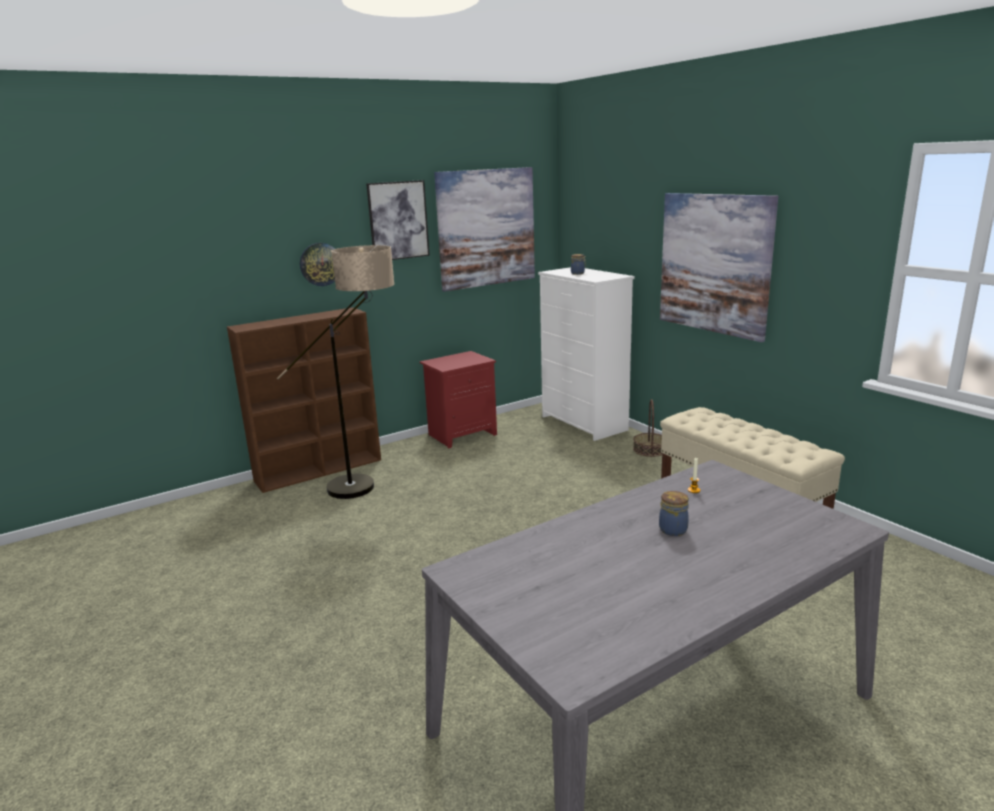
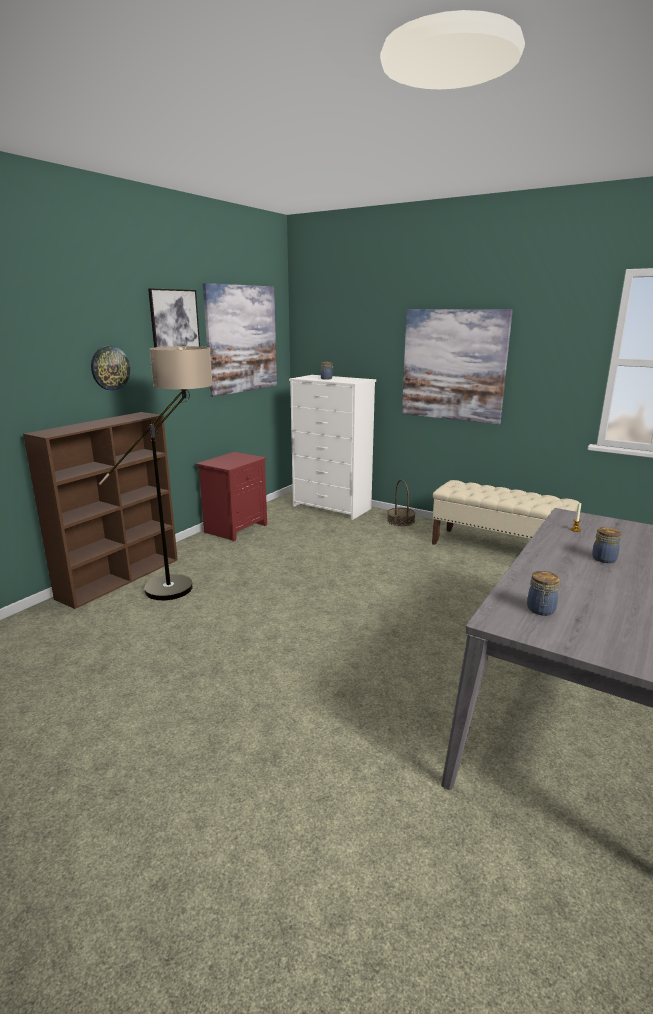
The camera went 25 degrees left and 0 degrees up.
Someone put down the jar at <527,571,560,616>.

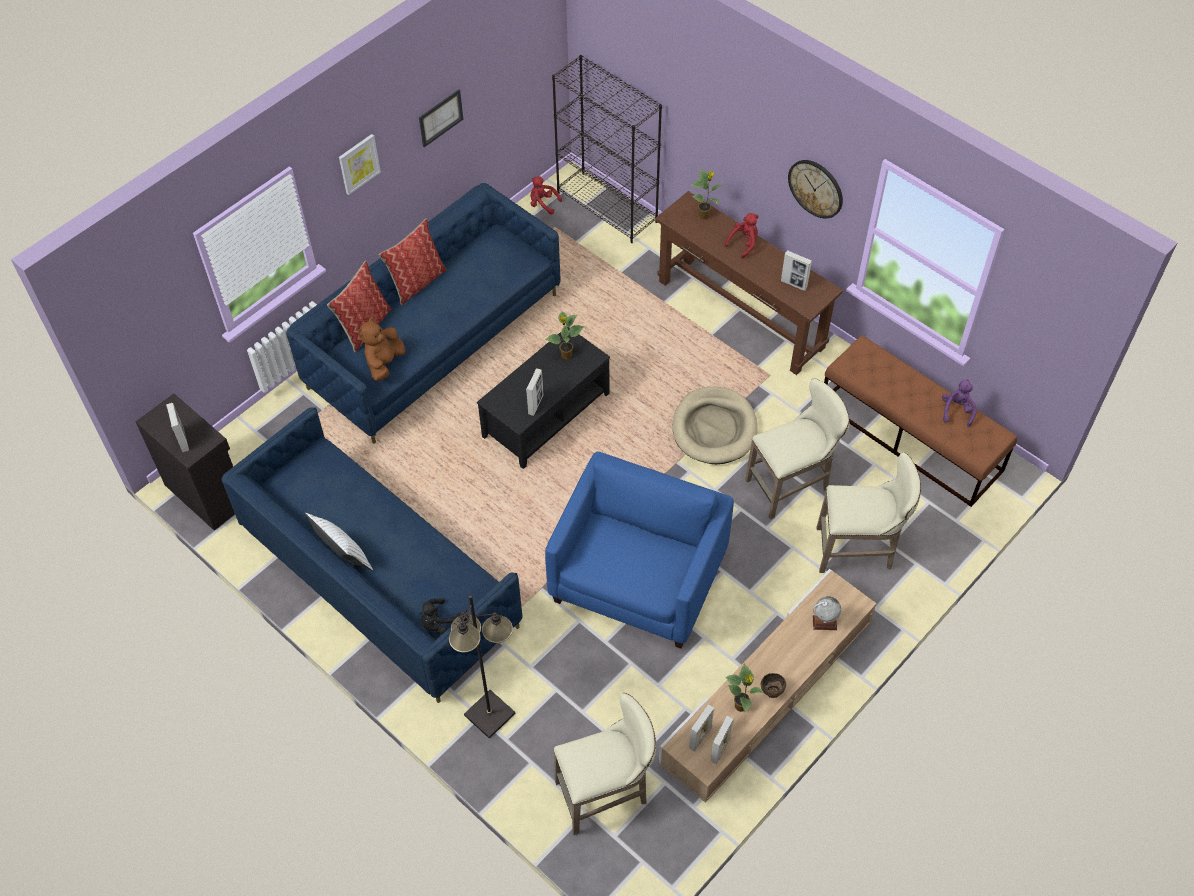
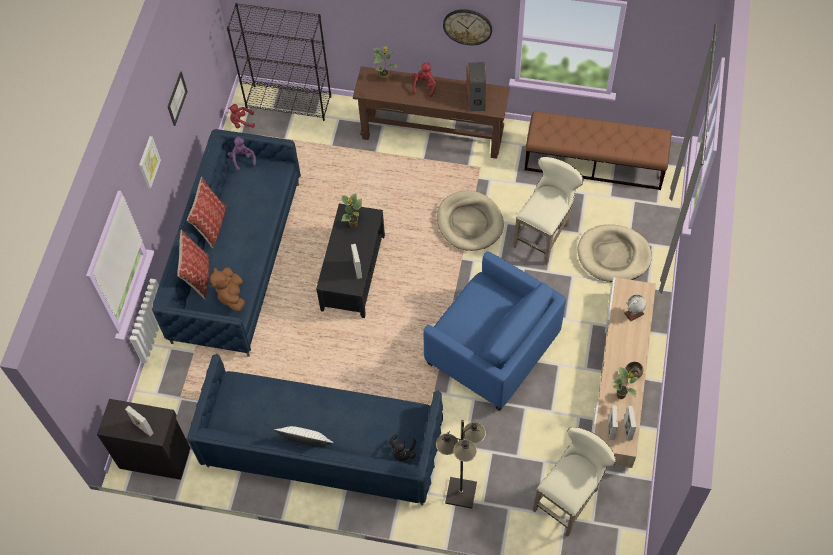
The camera went 30 degrees left and 5 degrees up.
Someone swapped the picture frame at <781,250,812,291> for the speaker at <466,62,486,112>.
Someone carried the purple plush toy from <942,379,977,427> to <228,136,256,171>.
Someone rotated the blue armchair at <545,452,734,649> by 135 degrees clockwise.
Someone swapped the beige stool at <817,452,921,573> for the beige dog bed at <578,224,652,282>.

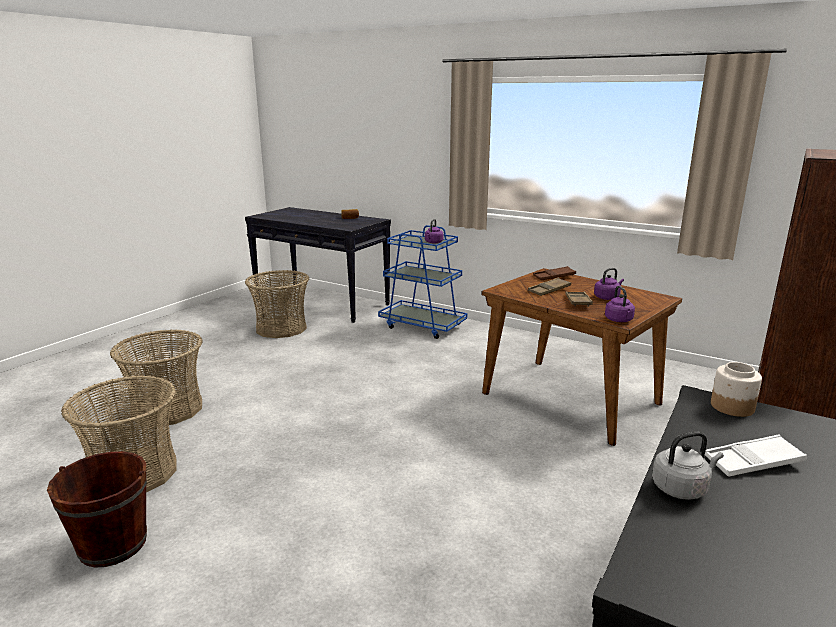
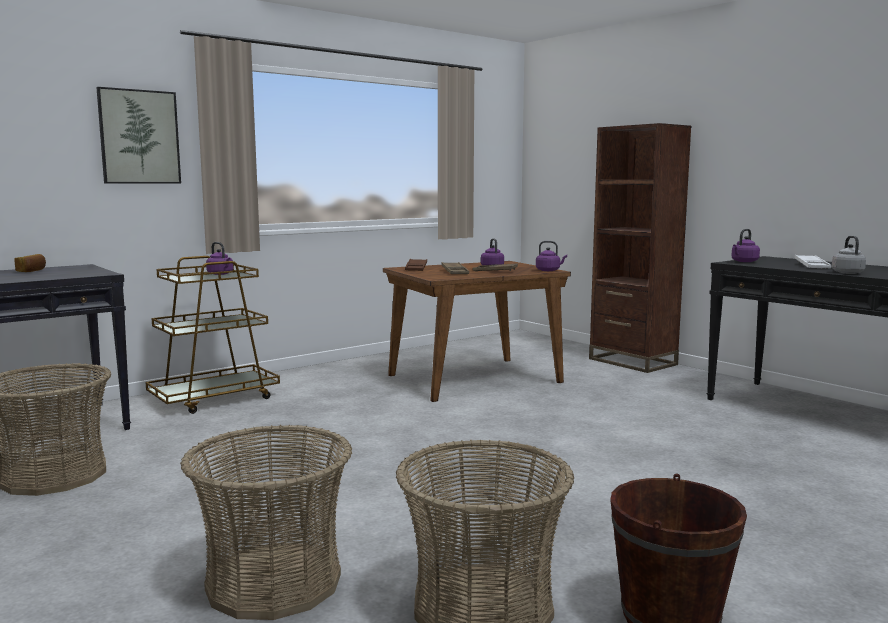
The camera went 70 degrees left and 10 degrees down.
Someone repainted the blue cart at <378,225,467,339>, which became the brown cart at <145,256,280,414>.
Someone swapped the jar at <711,362,762,417> for the purple kettle at <731,229,760,262>.
Someone put up the picture at <96,87,181,184>.

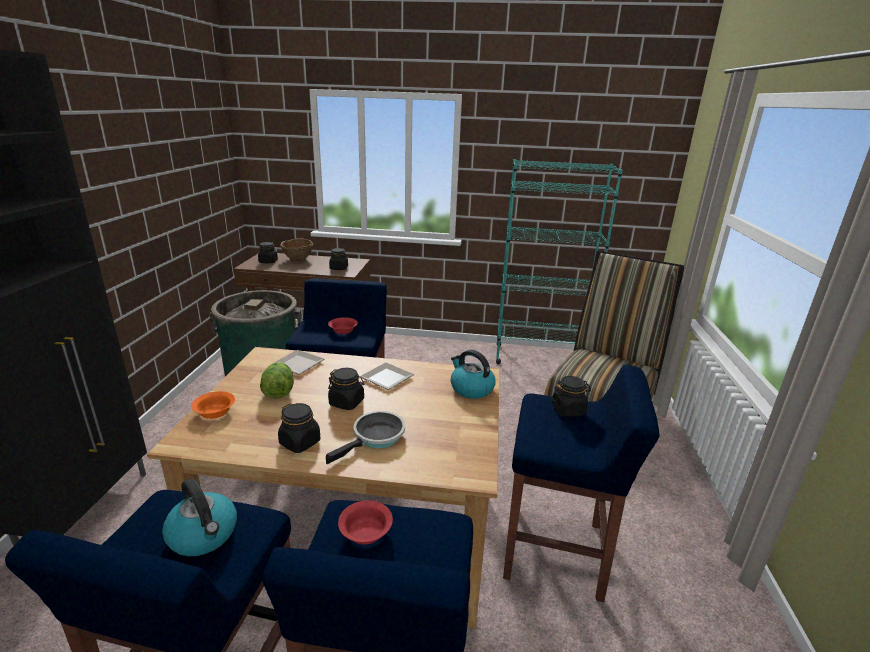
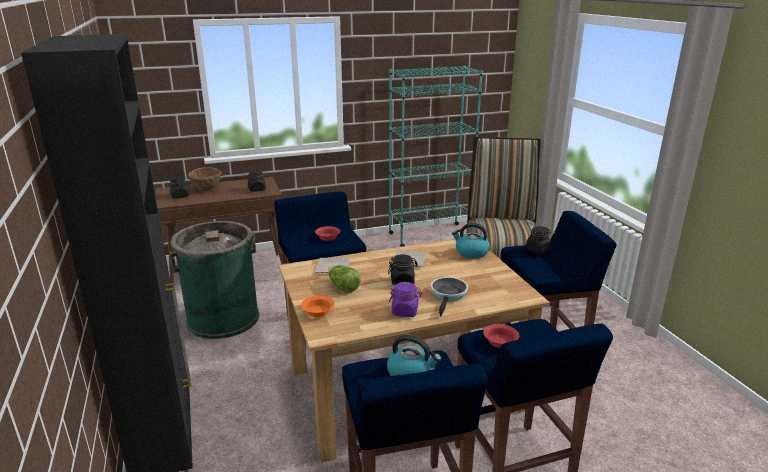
The camera went 25 degrees left and 0 degrees up.
Someone repainted the black jar at <278,403,320,453>, which became the purple jar at <389,282,422,317>.

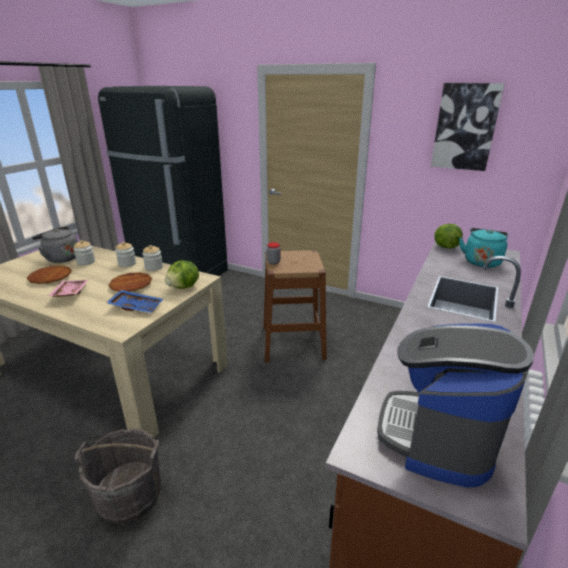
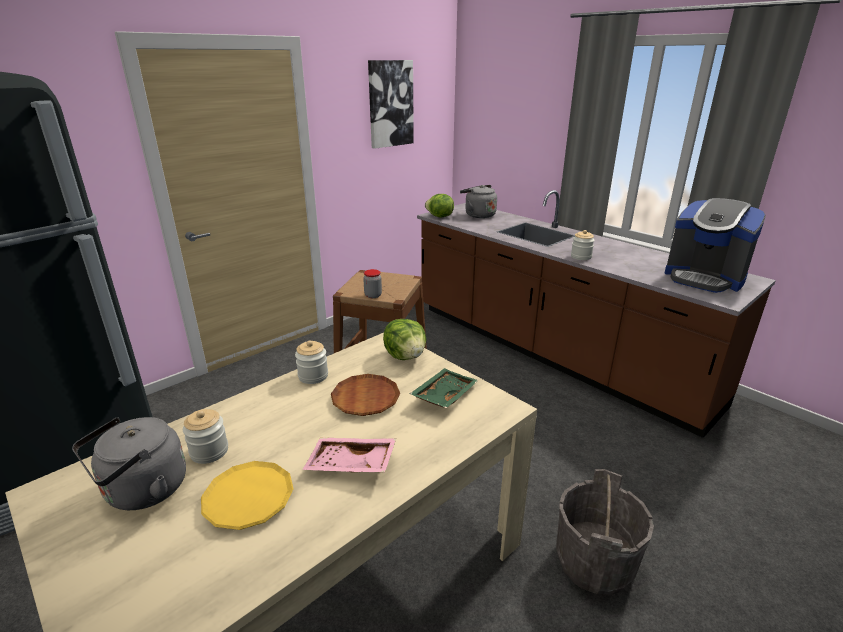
The camera went 70 degrees left and 0 degrees up.
Someone repainted the turquoise kettle at <459,228,508,268>, which became the grey kettle at <460,185,497,218>.
Someone carried the jar from <115,242,136,267> to <571,230,595,260>.
Someone repainted the brown plate at <27,265,72,284>, which became the yellow plate at <201,461,294,530>.
Someone repainted the blue tray at <106,290,163,313>, which became the green tray at <410,368,478,408>.

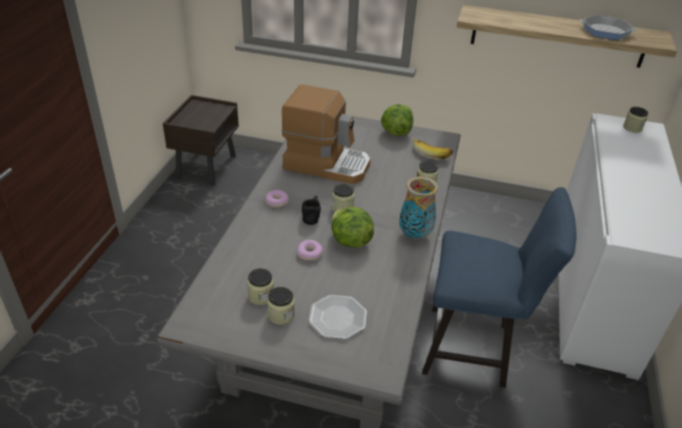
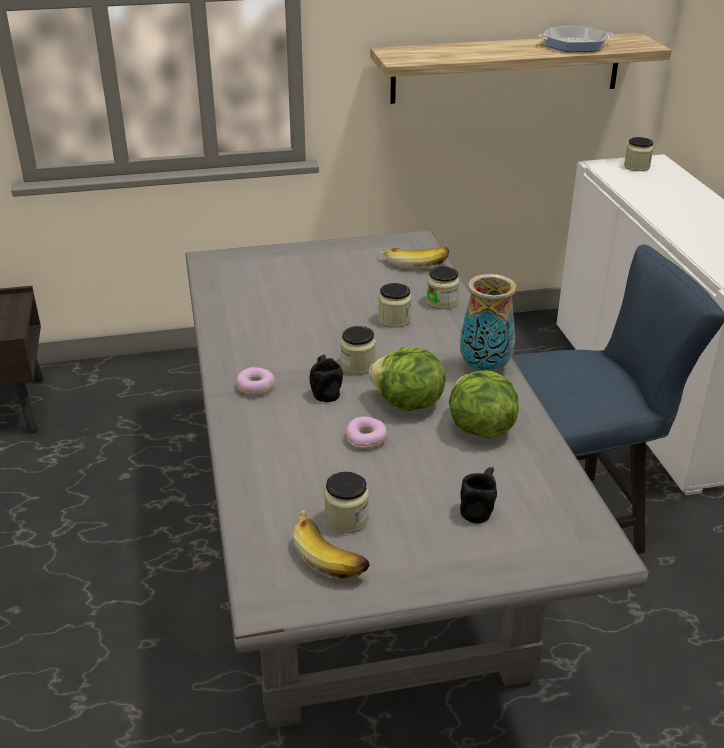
The camera went 25 degrees left and 5 degrees down.
Someone took away the coffee machine at <281,85,371,184>.
Someone carried the lettuce from <381,104,413,136> to <449,370,519,438>.
Someone carried the jar from <267,287,295,325> to <379,283,411,328>.
Someone swapped the plate at <308,295,367,339> for the black mug at <460,468,497,524>.
Someone put down the banana at <293,510,370,579>.

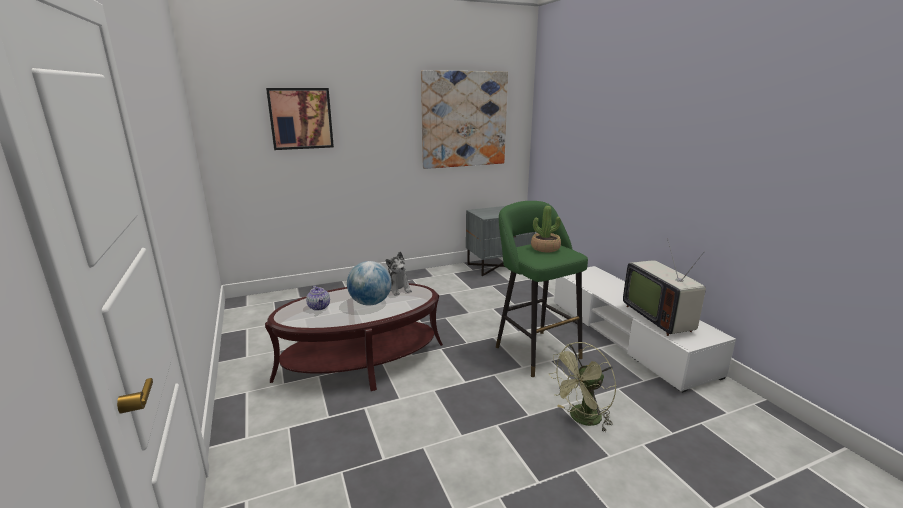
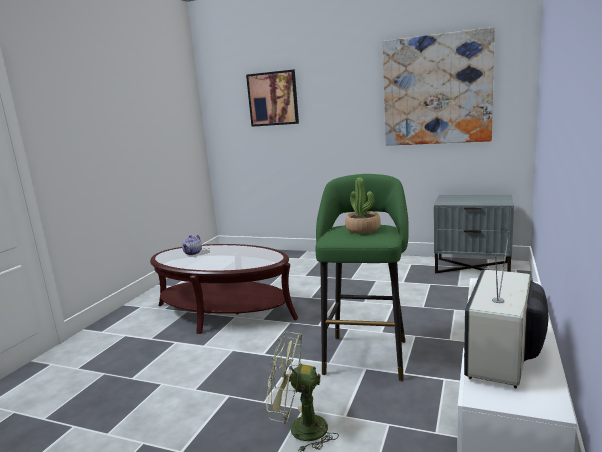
The camera went 45 degrees right and 5 degrees down.
Someone took away the plush toy at <385,252,412,296>.
Someone took away the globe at <347,261,392,306>.

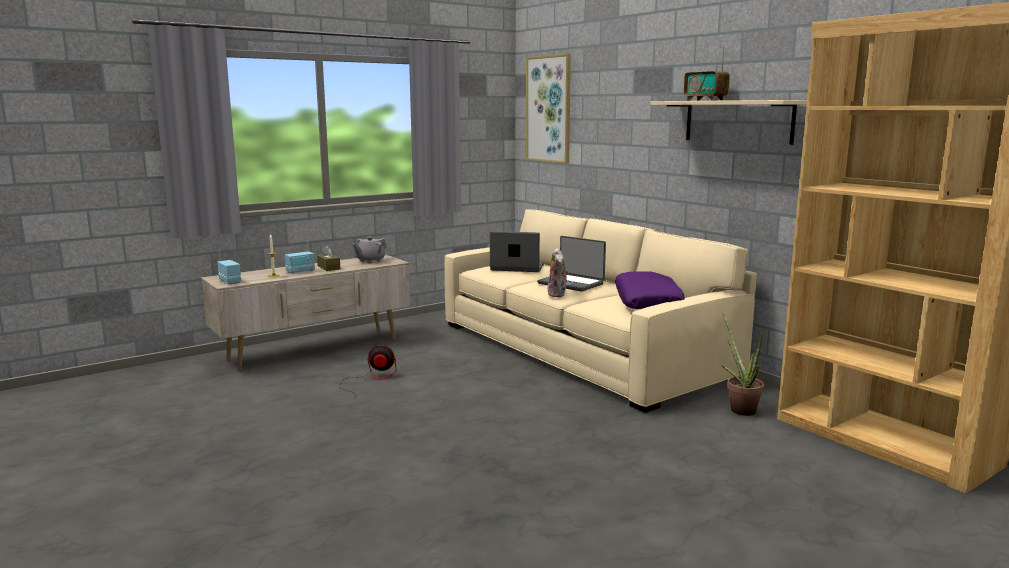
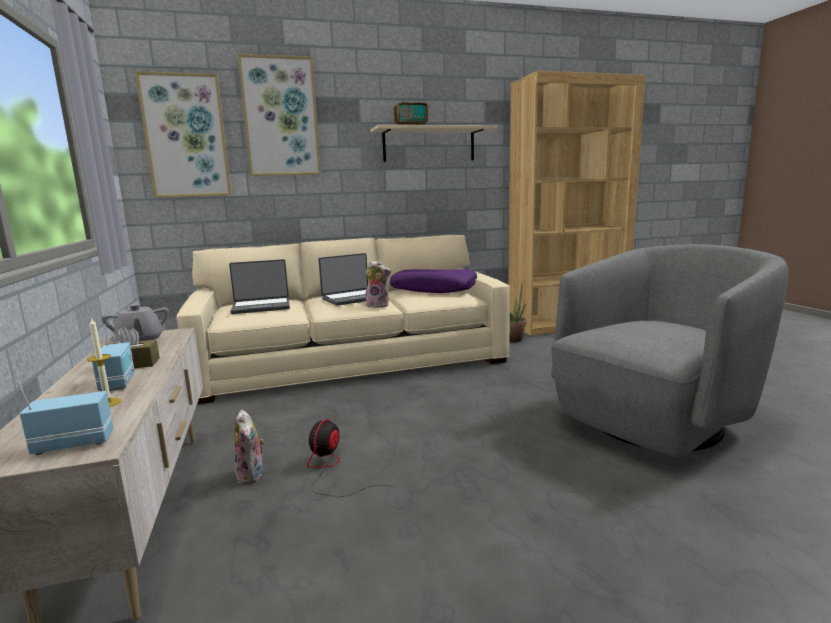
The camera went 70 degrees left and 0 degrees up.
Someone rotated the laptop at <490,231,544,272> by 135 degrees counterclockwise.
Someone put up the picture at <237,54,321,176>.
Someone put down the grey armchair at <551,244,788,457>.
Someone put down the plush toy at <234,410,265,484>.

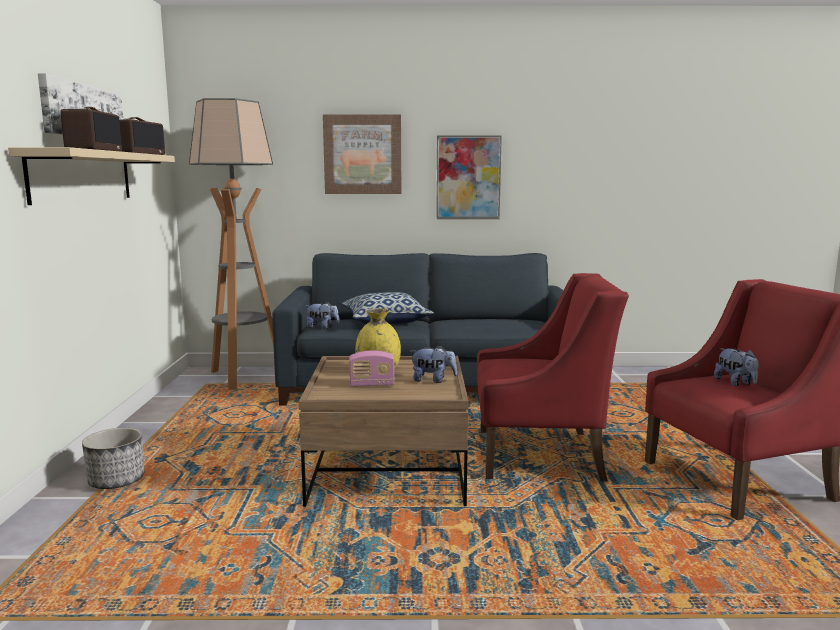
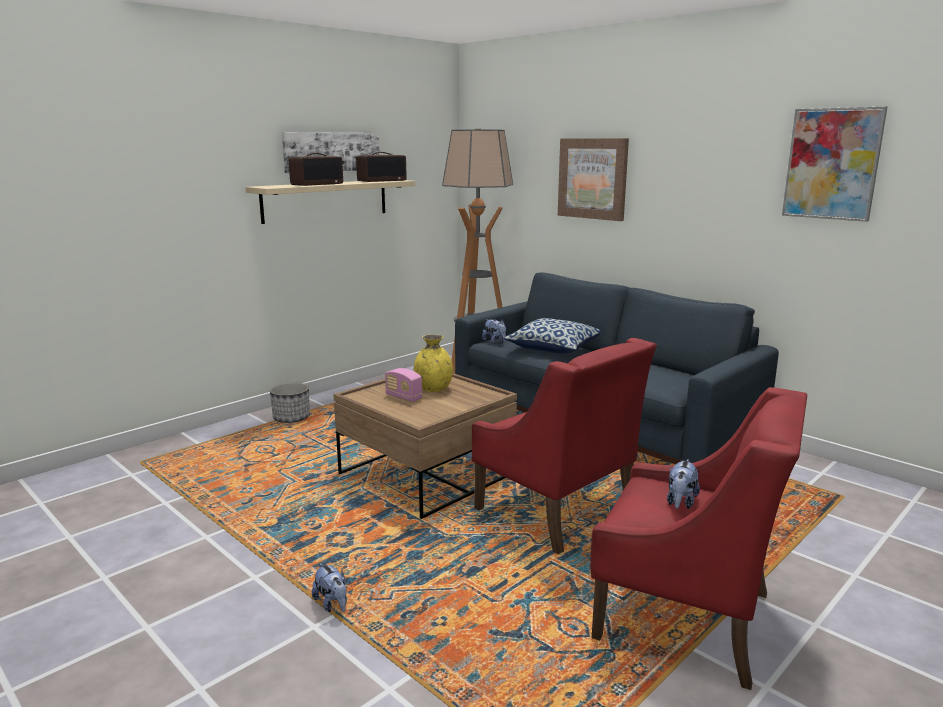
The camera went 45 degrees right and 5 degrees up.
Someone carried the picture from <437,135,502,219> to <782,107,887,222>.
Someone carried the plush toy from <410,345,457,383> to <312,563,347,612>.

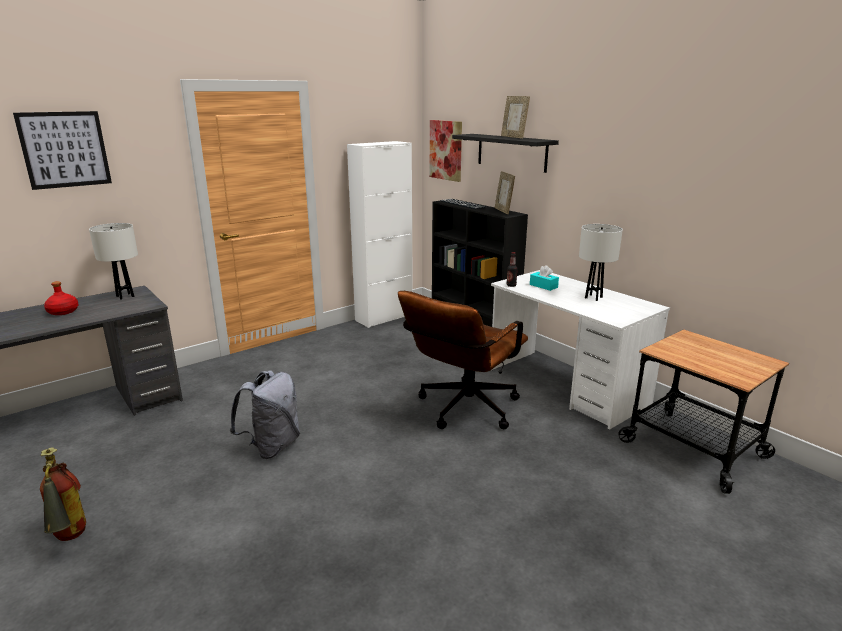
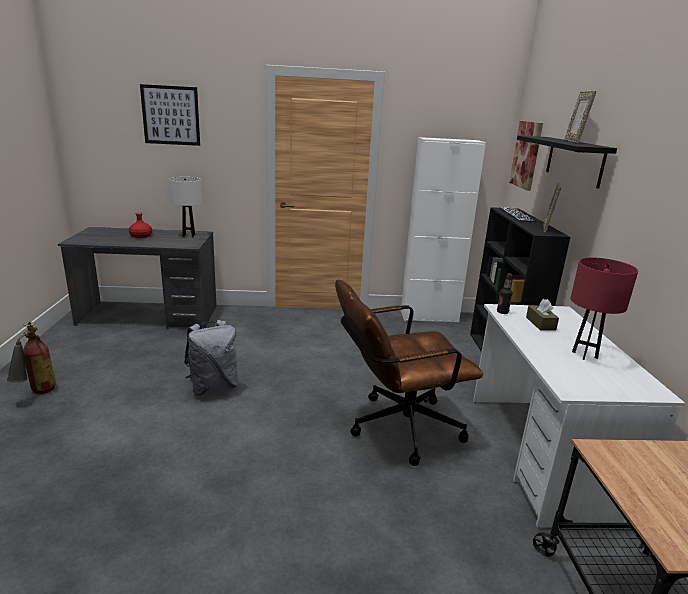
The camera went 35 degrees right and 0 degrees up.
Someone repainted the white table lamp at <579,224,623,301>, which became the red table lamp at <571,257,638,360>.
Someone repainted the turquoise tissue box at <530,265,559,291>, which became the brown tissue box at <526,299,559,331>.

